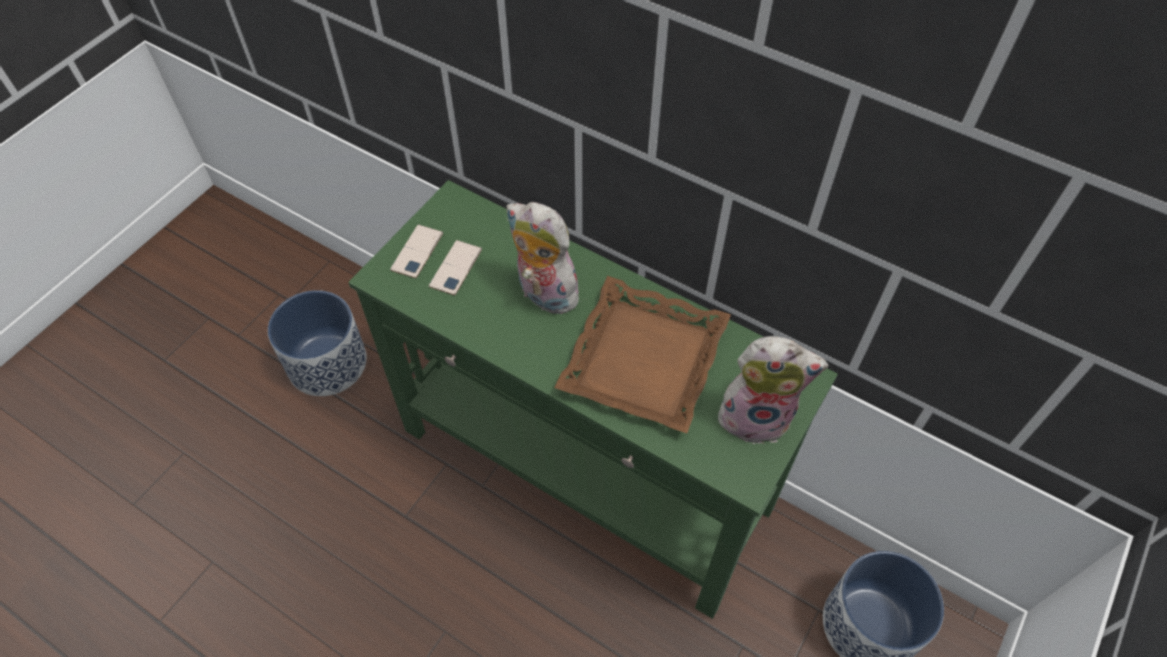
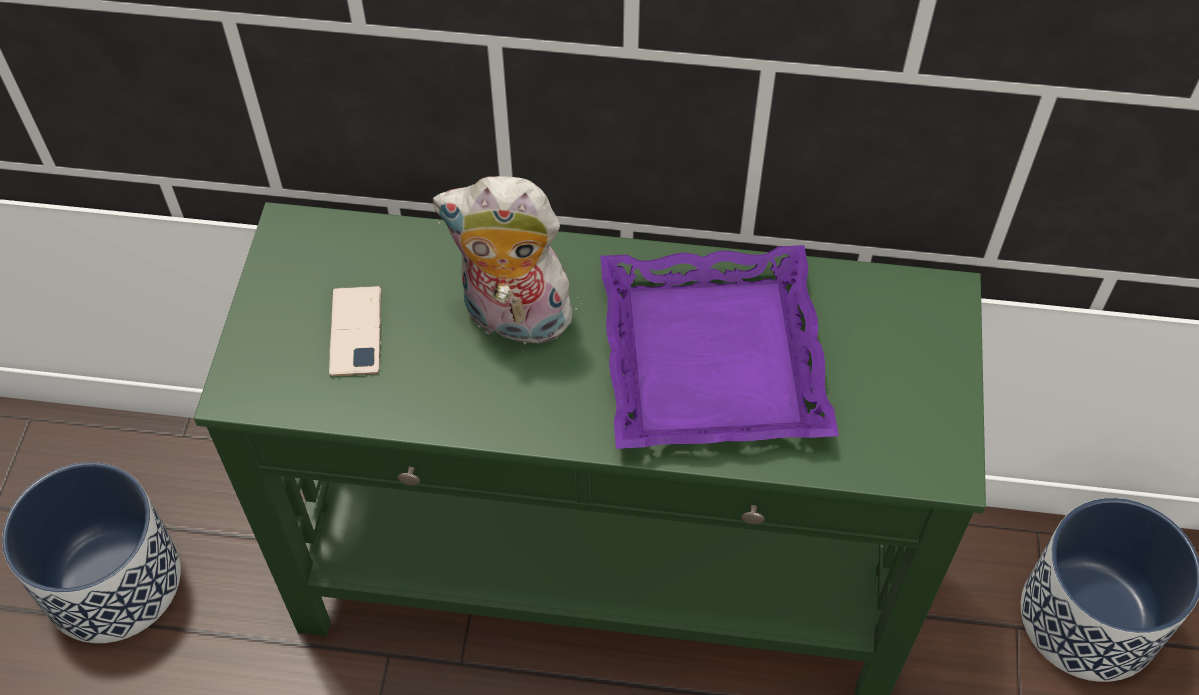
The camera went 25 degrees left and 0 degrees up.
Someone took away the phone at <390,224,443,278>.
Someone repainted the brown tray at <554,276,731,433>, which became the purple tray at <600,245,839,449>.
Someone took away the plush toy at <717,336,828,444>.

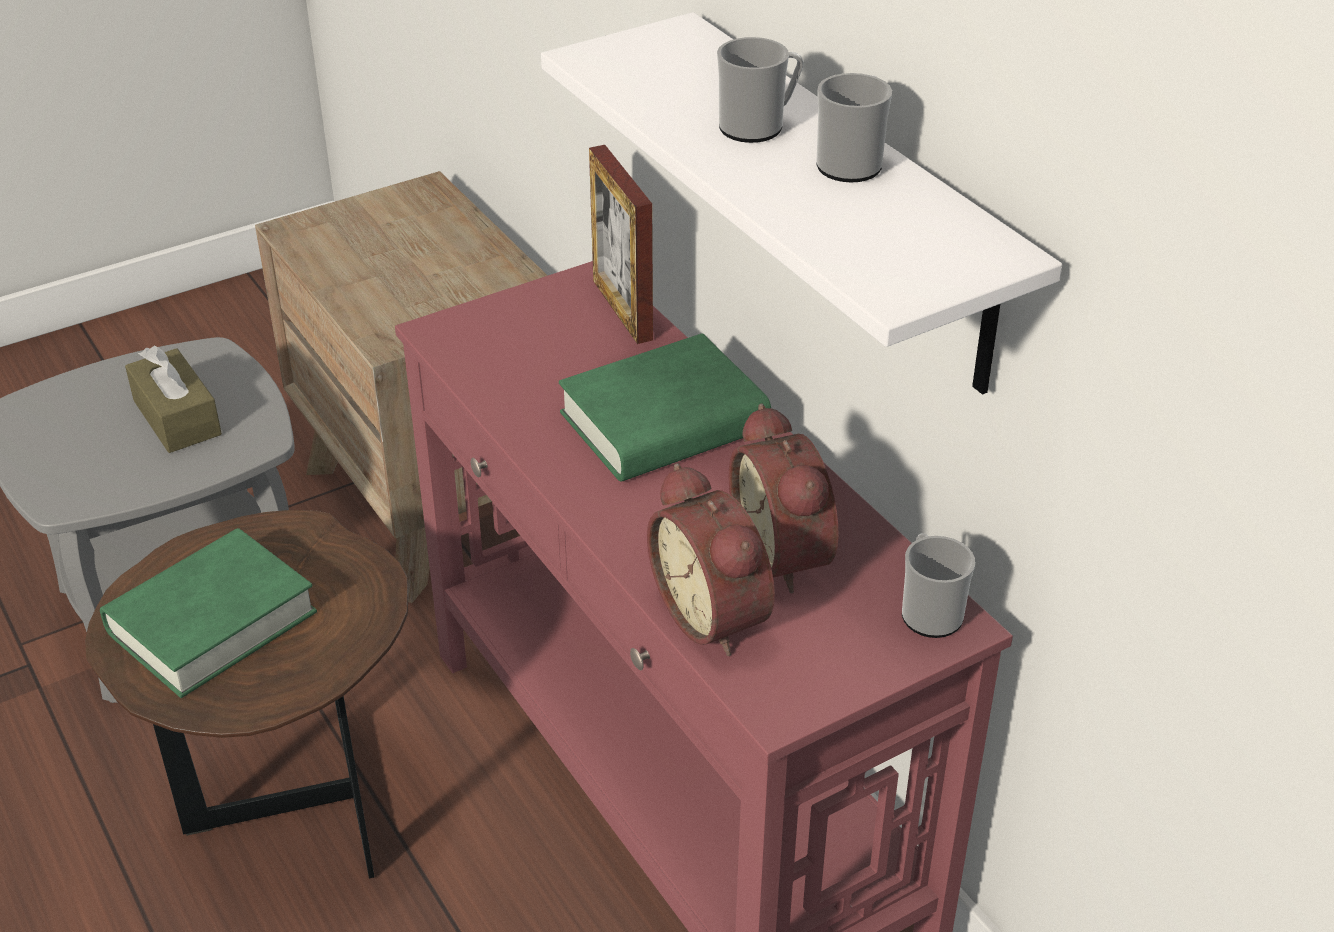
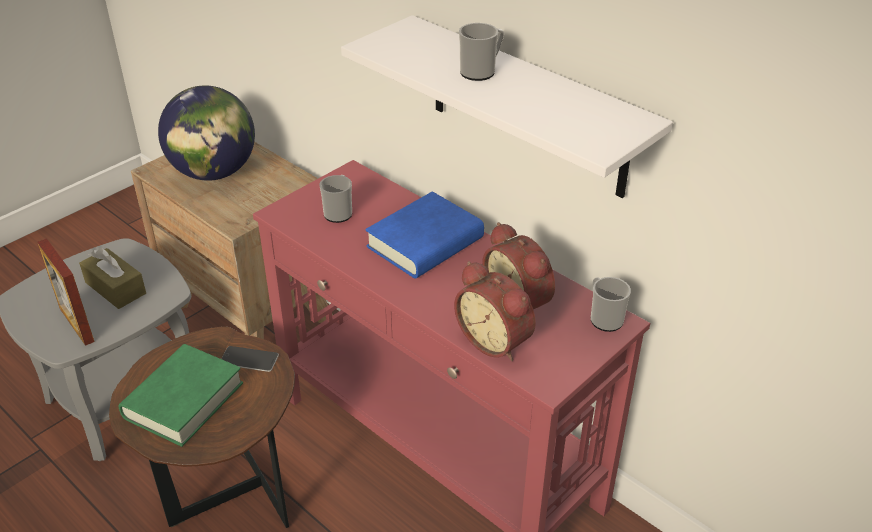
The camera went 15 degrees left and 0 degrees up.
Someone carried the mug from <816,73,892,183> to <319,175,352,223>.
Someone carried the picture frame from <589,145,653,344> to <37,238,94,346>.
Someone repainted the green book at <559,333,771,482>, which became the blue book at <365,191,484,279>.
Someone put down the globe at <158,86,255,181>.
Someone put down the phone at <221,346,279,372>.

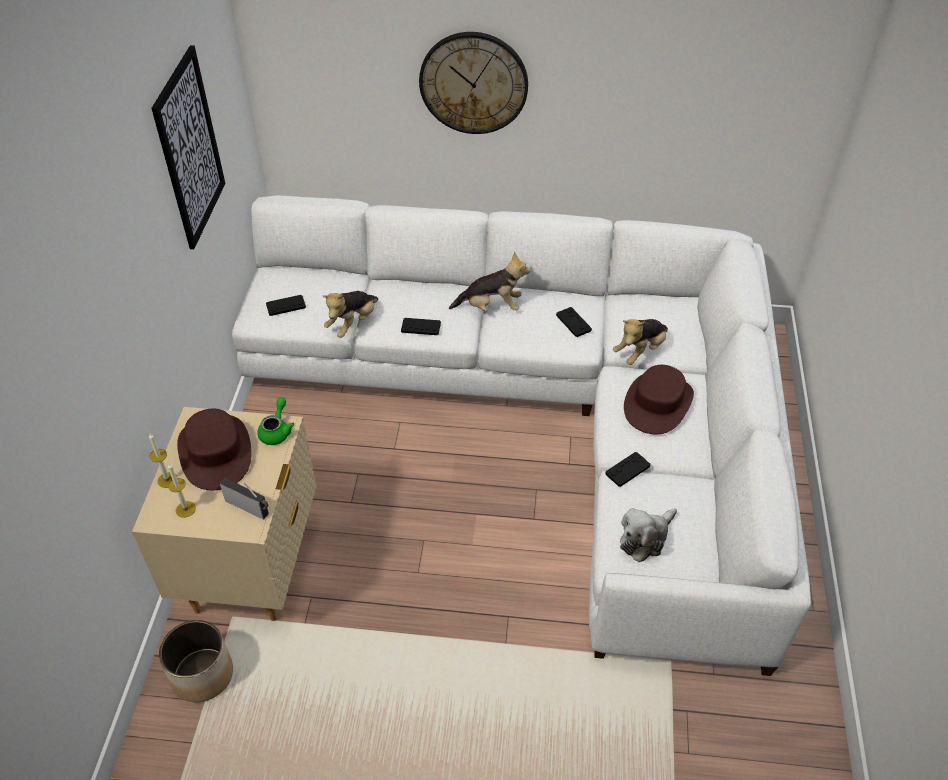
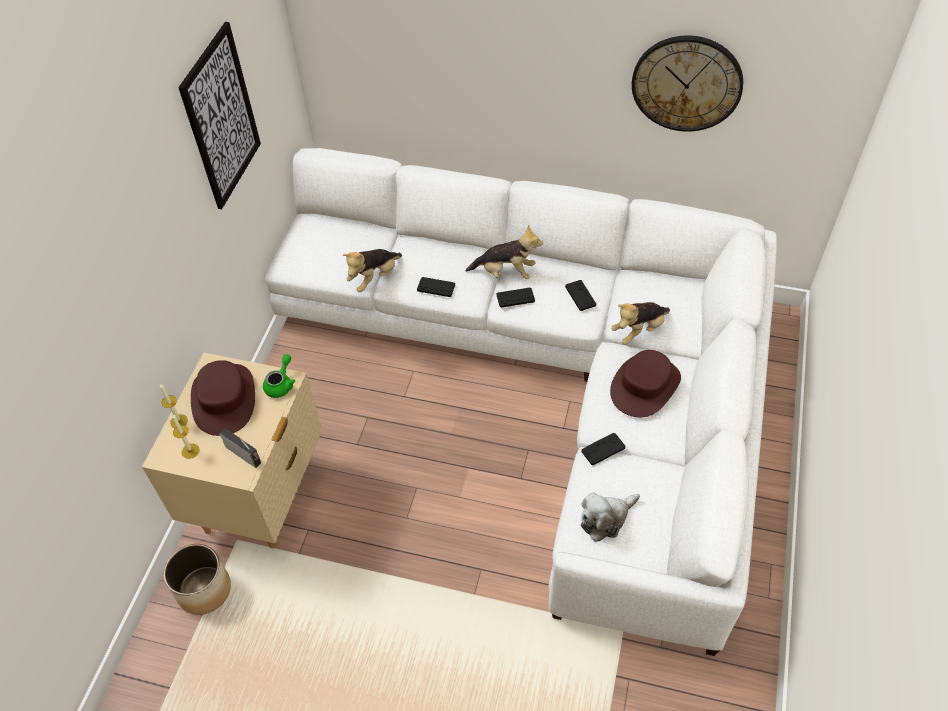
The camera went 10 degrees right and 5 degrees up.
Someone carried the wall clock from <419,32,528,134> to <632,35,743,132>.
Someone carried the black game controller from <266,295,306,316> to <497,288,535,308>.

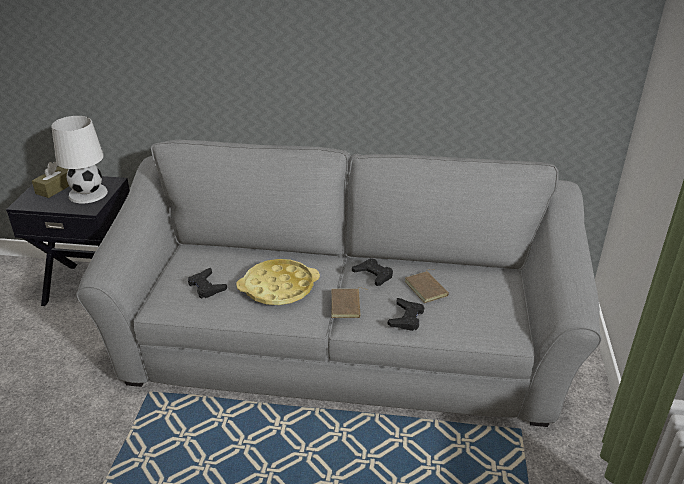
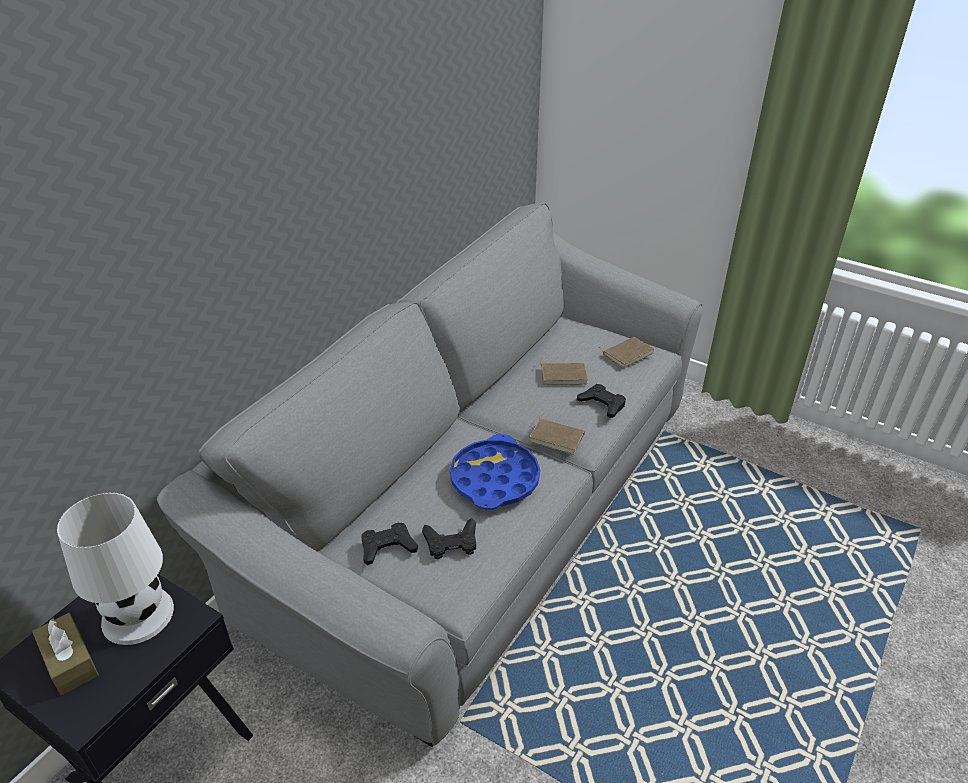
The camera went 65 degrees left and 5 degrees up.
Someone carried the black game controller from <352,258,393,286> to <361,523,418,565>.
Someone repainted the yellow tray at <237,259,320,305>, which became the blue tray at <450,434,540,510>.
Someone put down the brown book at <599,337,654,368>.

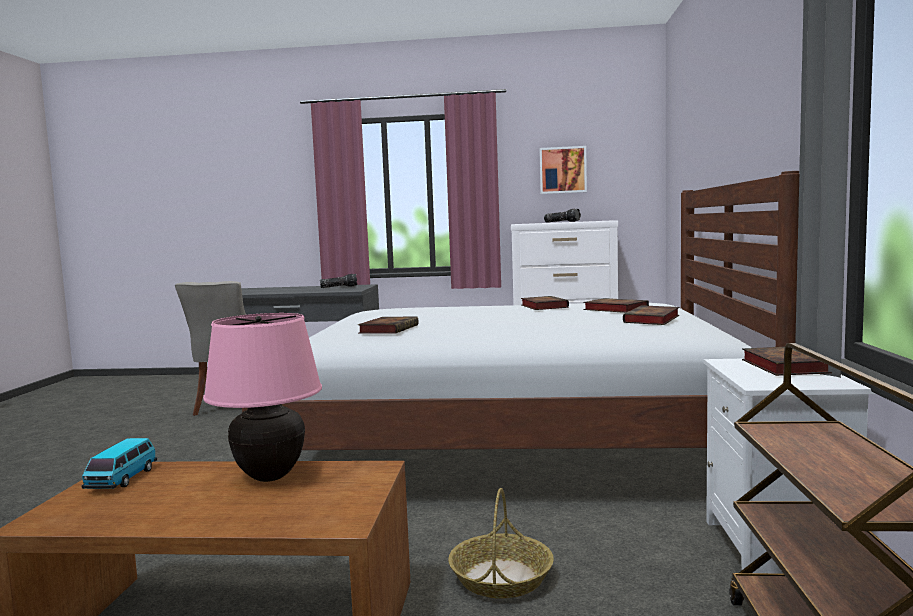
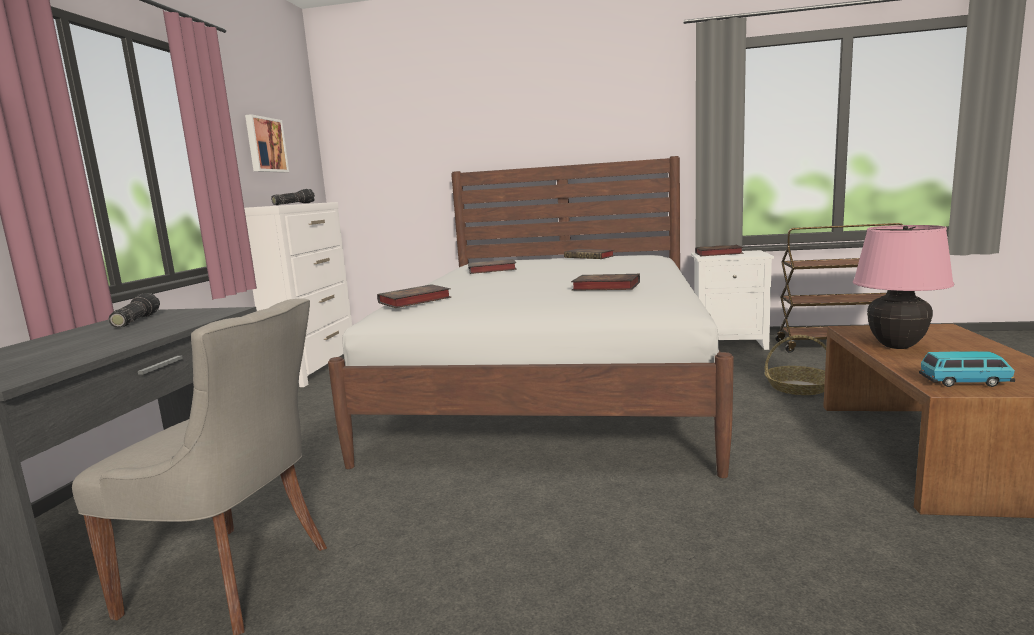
The camera went 85 degrees left and 5 degrees up.
Someone carried the book from <583,298,649,313> to <377,284,451,308>.

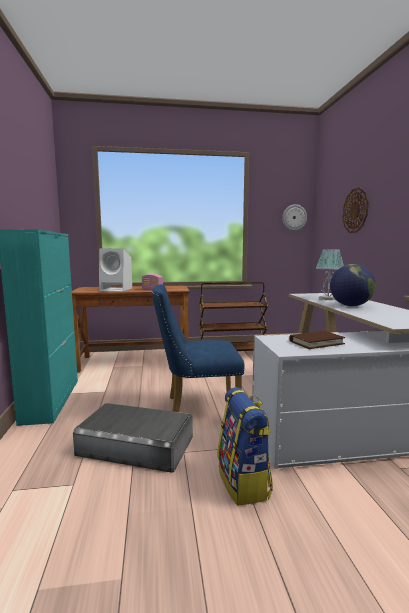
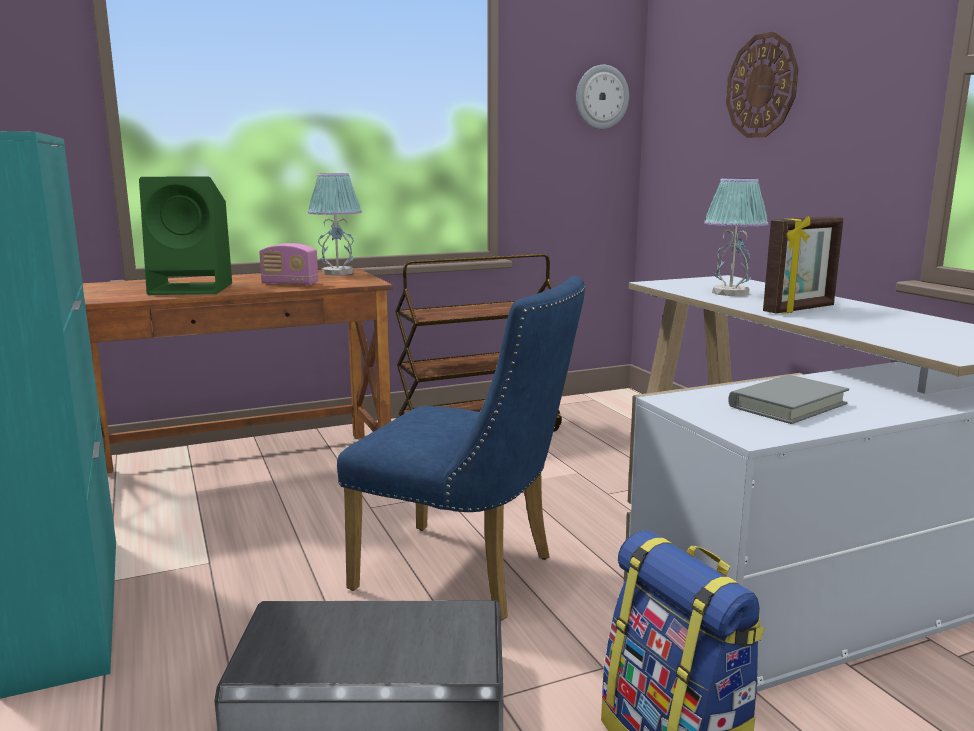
The camera went 15 degrees left and 5 degrees up.
Someone repainted the white speaker at <99,248,132,292>, which became the green speaker at <139,177,232,295>.
Someone swapped the globe at <330,264,376,306> for the picture frame at <763,216,844,314>.
Someone rotated the blue chair at <152,284,245,412> by 135 degrees counterclockwise.
Someone repainted the brown book at <289,331,345,349>, which became the grey book at <728,375,849,424>.
Someone put down the table lamp at <308,173,362,275>.

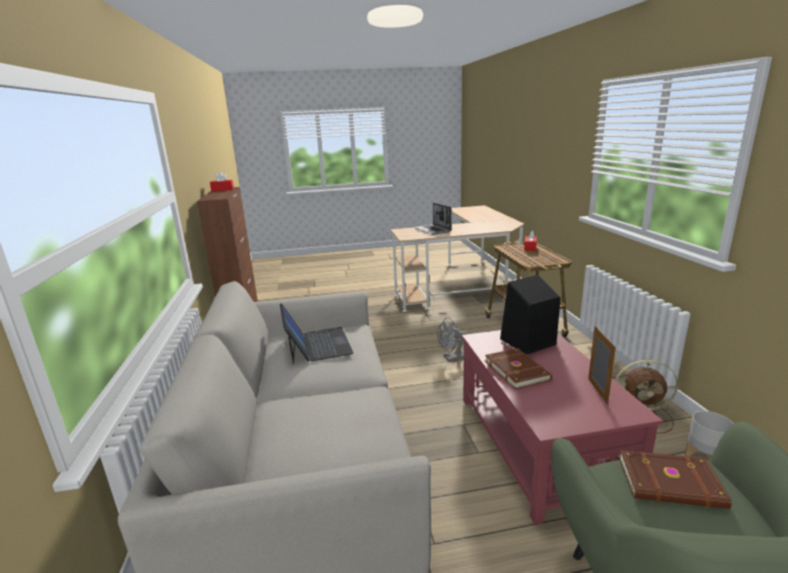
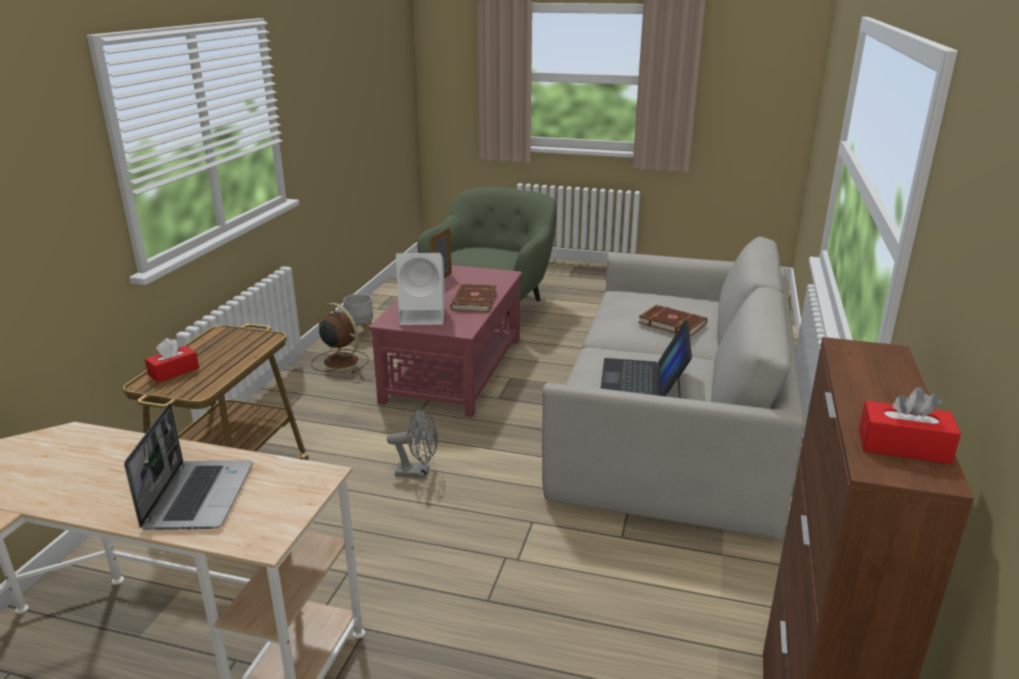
The camera went 155 degrees left and 5 degrees up.
Someone repainted the black speaker at <500,275,561,355>, which became the white speaker at <396,253,445,325>.
Someone carried the brown book from <619,450,732,509> to <638,305,707,336>.

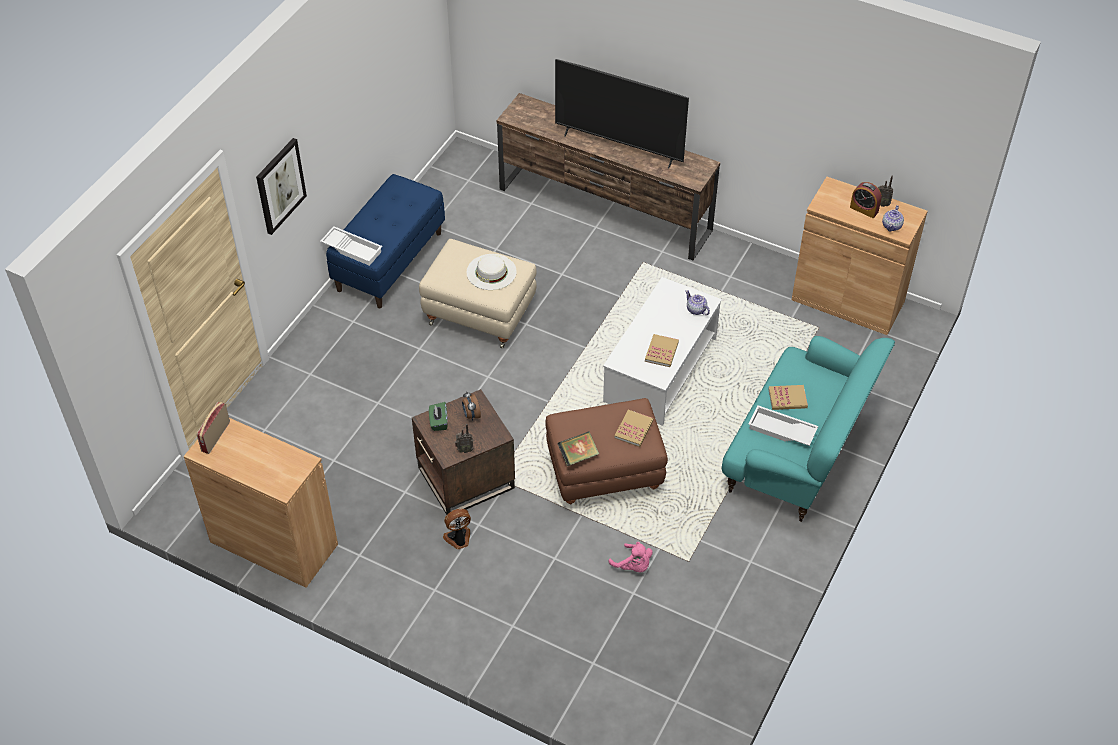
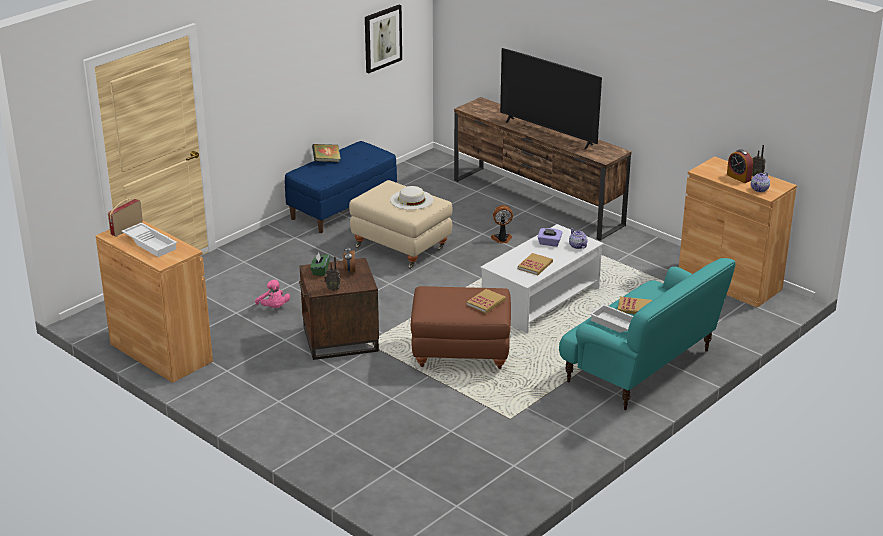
The camera went 15 degrees right and 20 degrees down.
Someone carried the picture from <256,138,307,235> to <365,5,402,73>.
Someone carried the white tray from <320,226,382,266> to <122,222,177,257>.
Someone carried the book from <558,431,599,466> to <312,144,341,162>.
Someone carried the fan from <443,508,471,549> to <491,205,513,243>.
Someone carried the pink plush toy from <609,542,652,572> to <255,279,290,308>.
Someone put down the purple tissue box at <538,228,562,247>.

